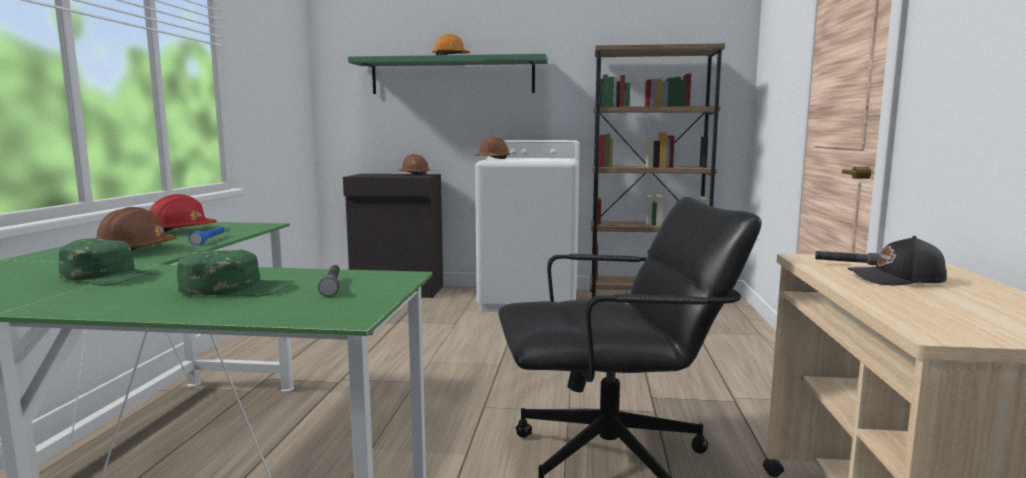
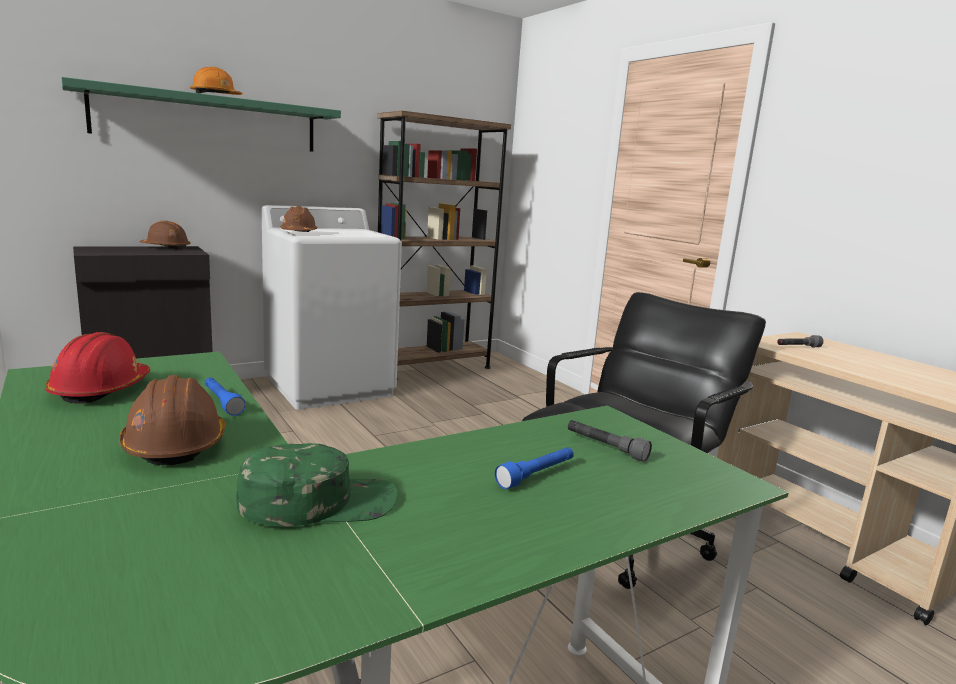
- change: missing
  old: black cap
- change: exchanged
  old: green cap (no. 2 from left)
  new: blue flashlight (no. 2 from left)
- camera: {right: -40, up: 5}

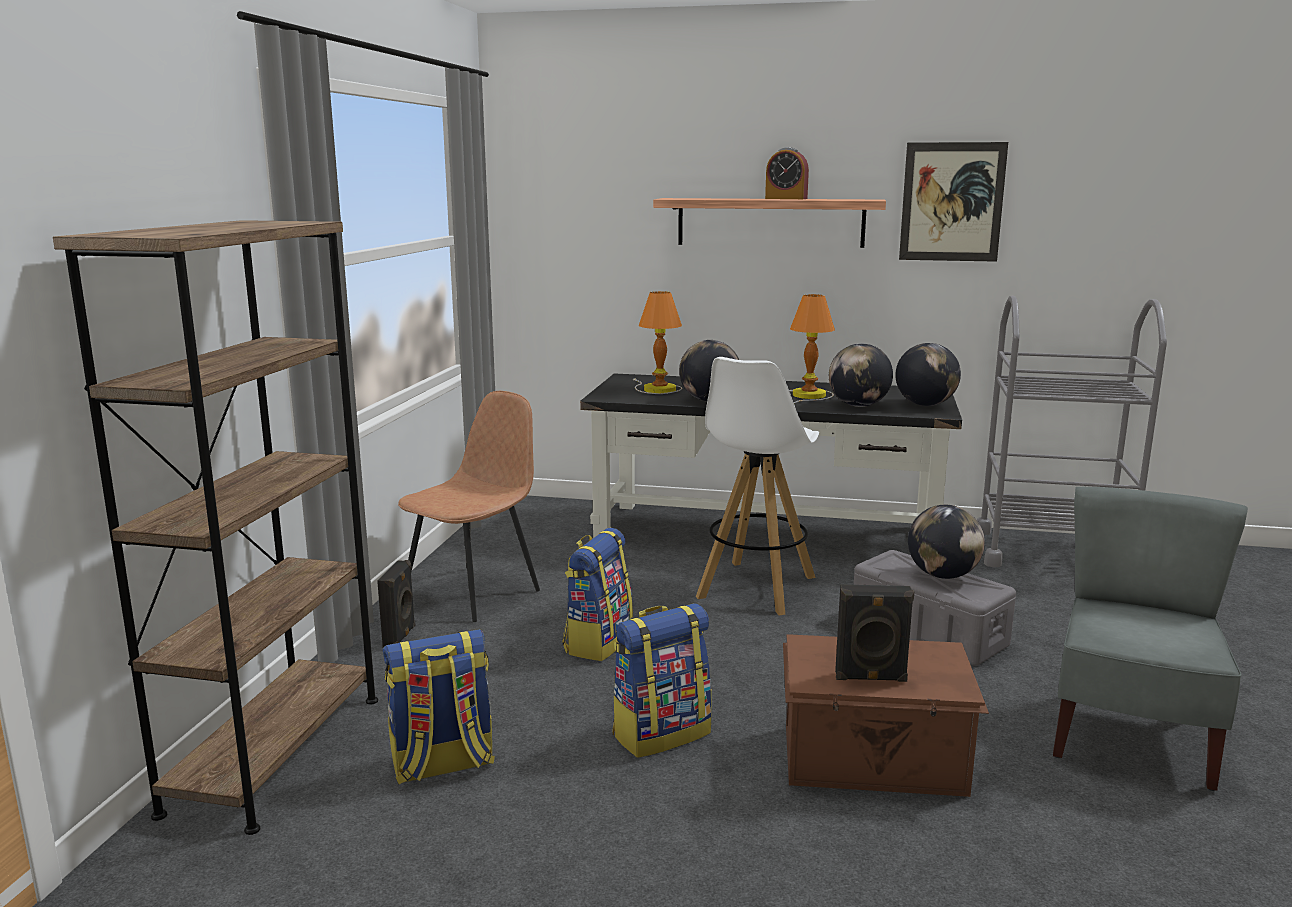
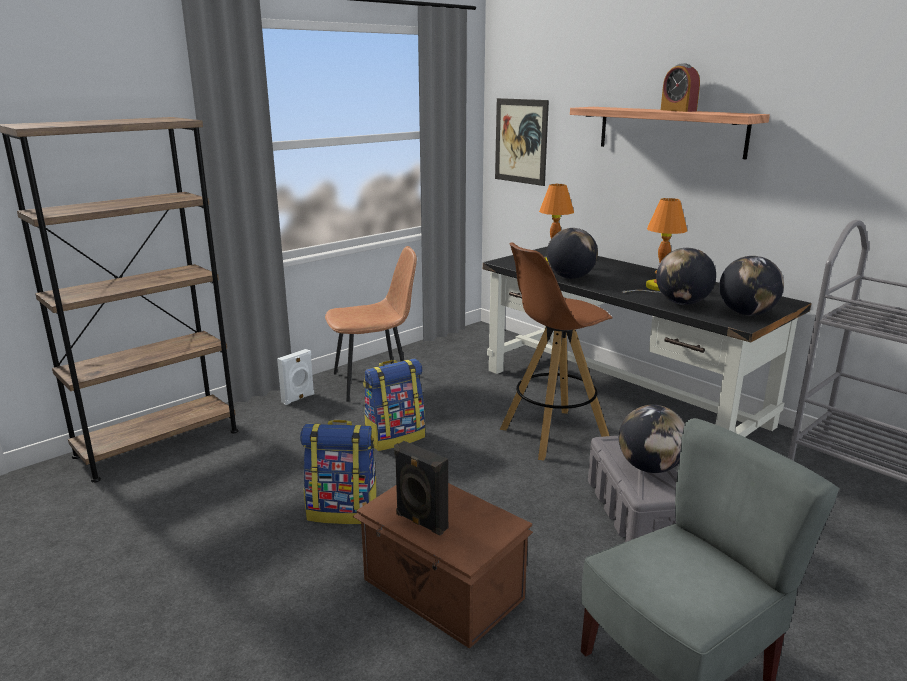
- change: relocated
  old: picture
- change: colour
  old: white stool
  new: brown stool
- change: colour
  old: black speaker (no. 1 from left)
  new: white speaker
- change: missing
  old: backpack (no. 1 from left)
- camera: {right: 35, up: 5}

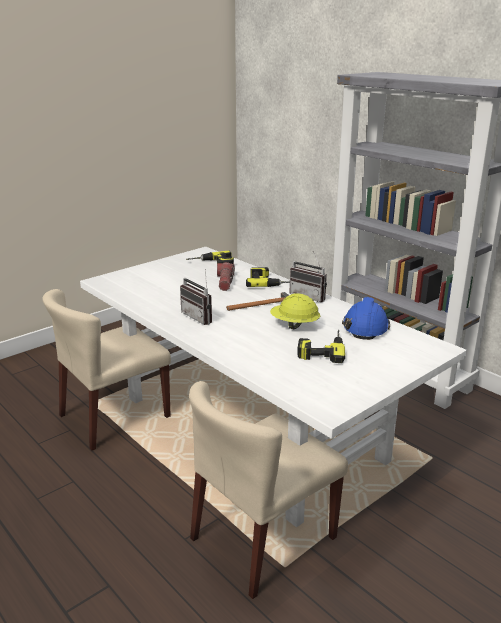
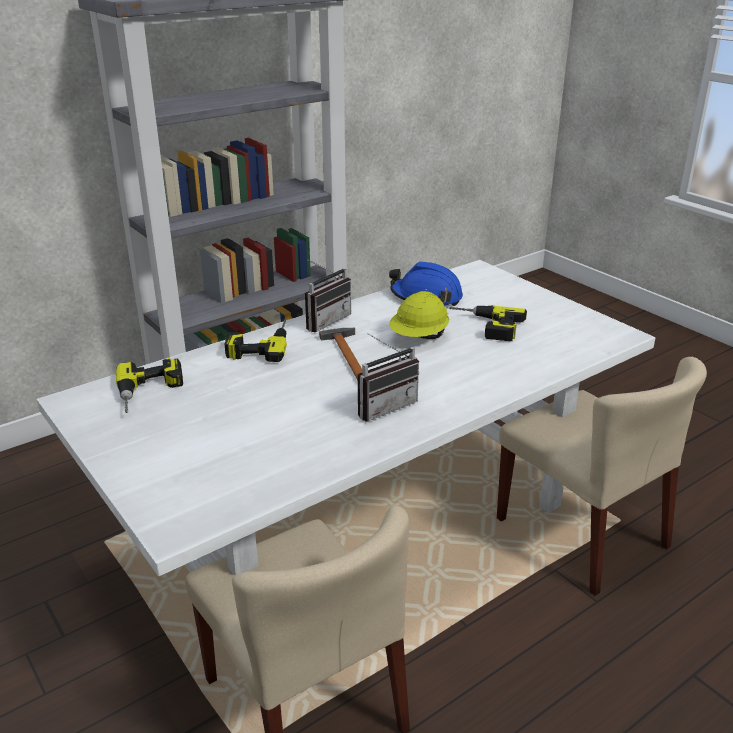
- change: missing
  old: flashlight
- camera: {right: -85, up: 5}

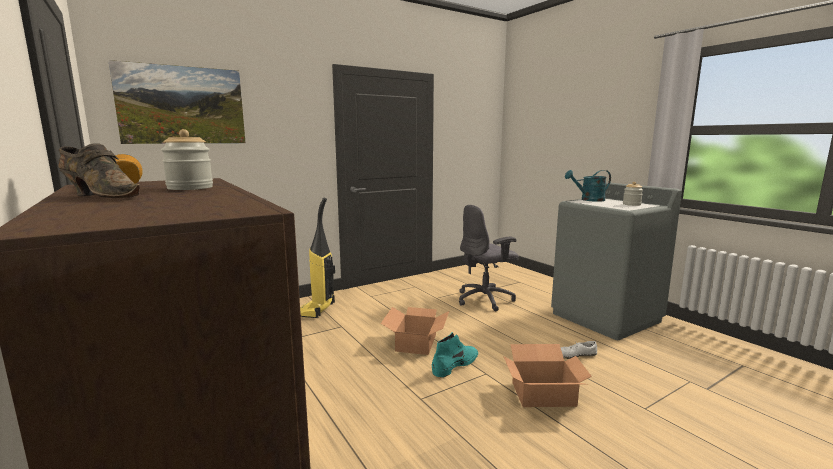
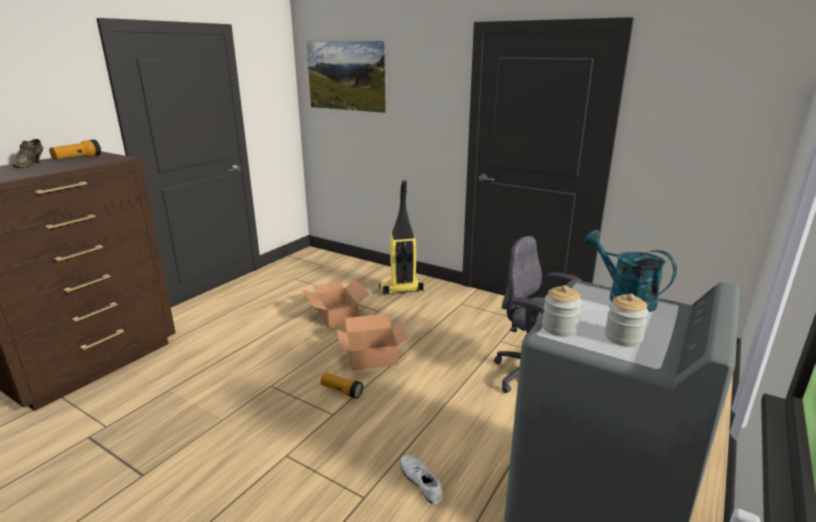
- change: relocated
  old: jar (no. 1 from left)
- change: exchanged
  old: turquoise boot
  new: flashlight (no. 2 from left)
- change: relocated
  old: cardboard box (no. 2 from left in the first image)
  new: cardboard box (no. 1 from left)
- camera: {right: 65, up: 10}

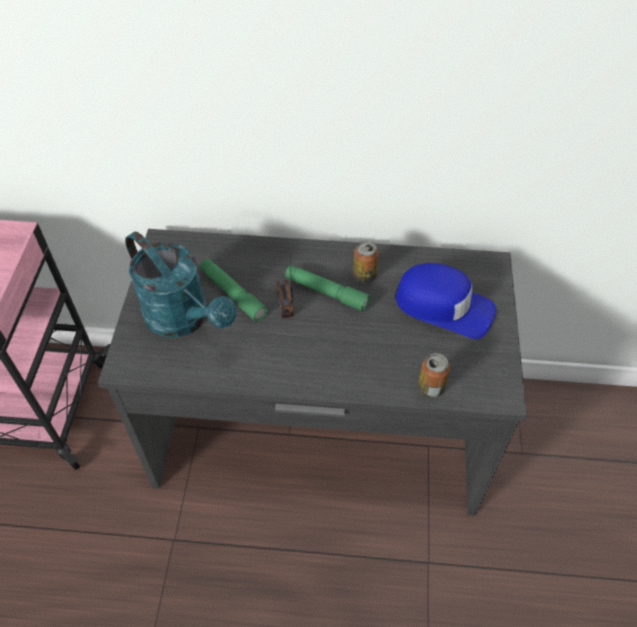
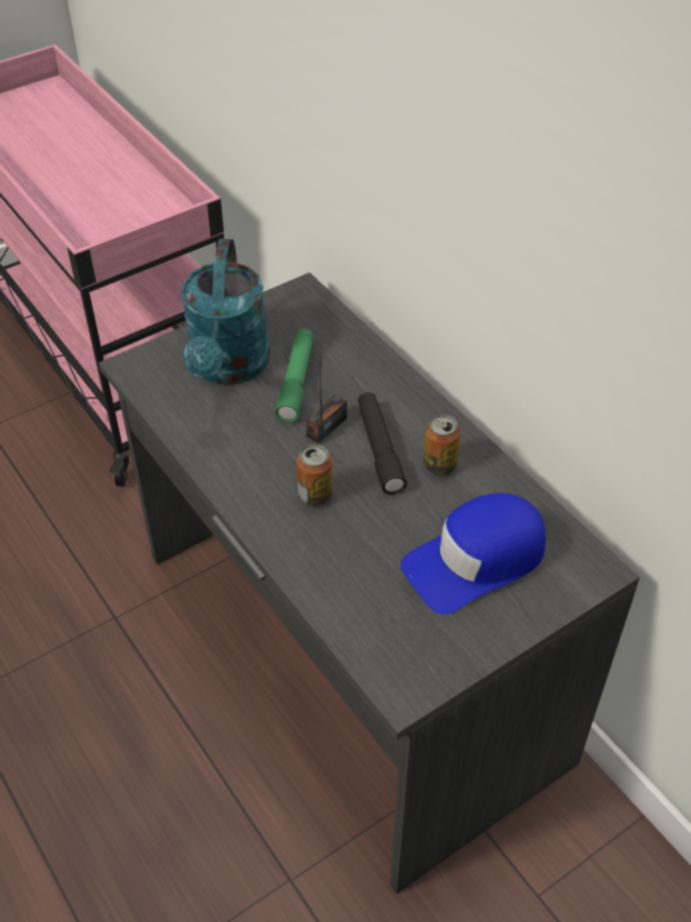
- change: spun
  old: blue cap
  degrees: 75
- change: colour
  old: green flashlight (no. 2 from left)
  new: black flashlight
- change: relocated
  old: can (no. 2 from left in the first image)
  new: can (no. 1 from left)
- camera: {right: 50, up: -5}

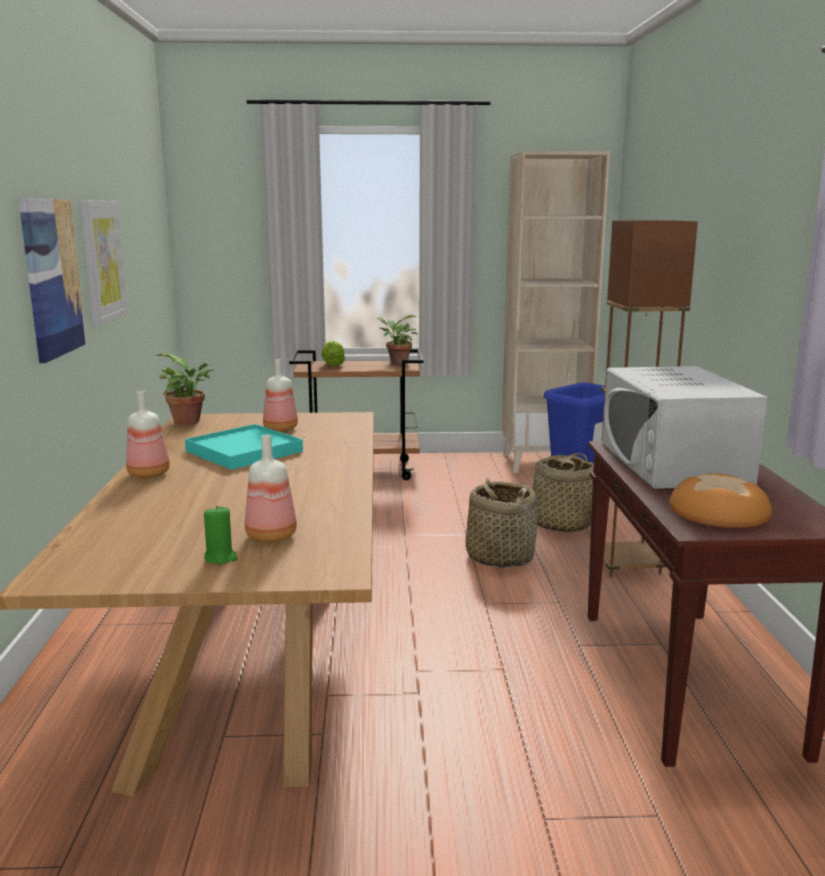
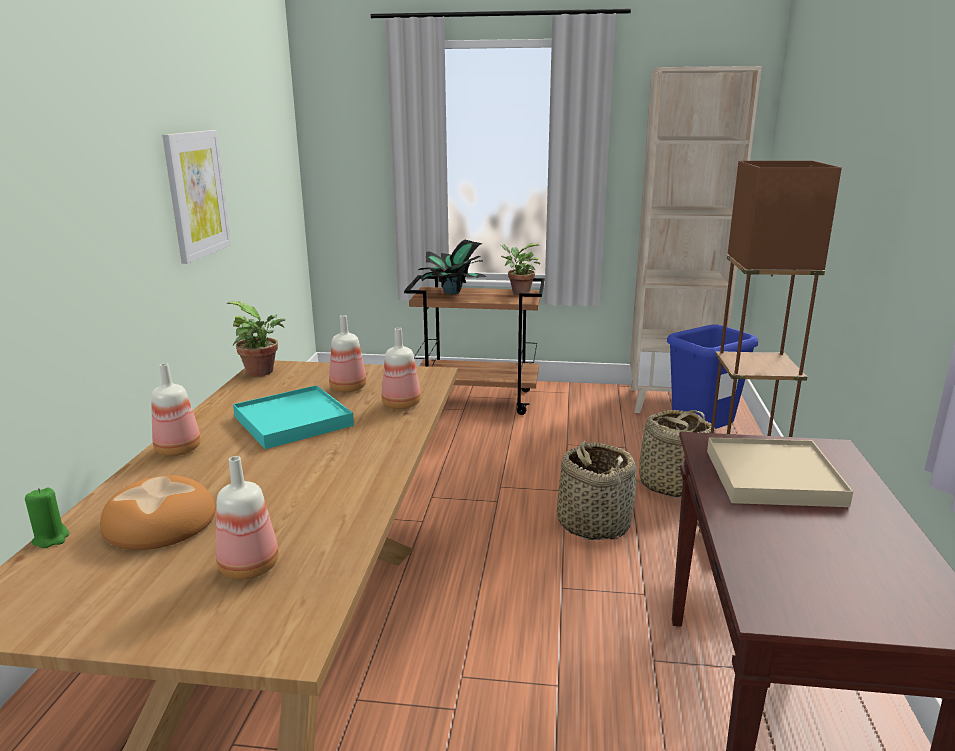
- change: missing
  old: picture (no. 1 from left)
- change: exchanged
  old: lettuce
  new: potted plant (no. 2 from left)
- change: exchanged
  old: white microwave
  new: beige tray
- change: relocated
  old: bread
- change: relocated
  old: green candle
- change: appeared
  new: bottle (no. 4 from left)
- camera: {right: 10, up: 5}

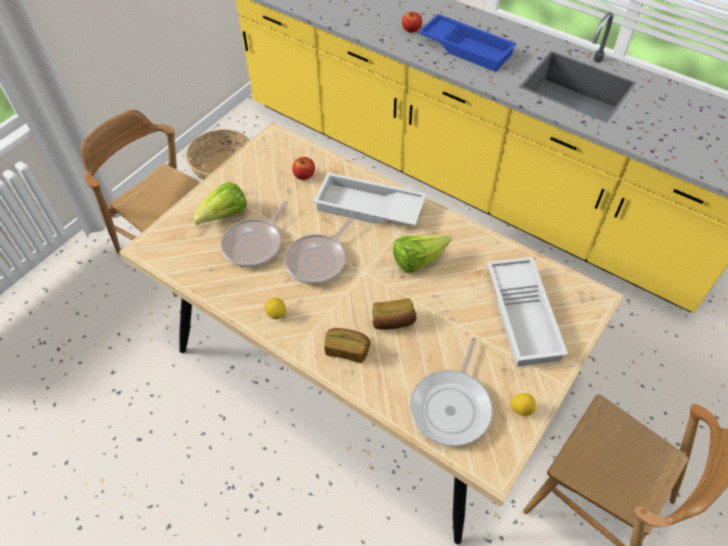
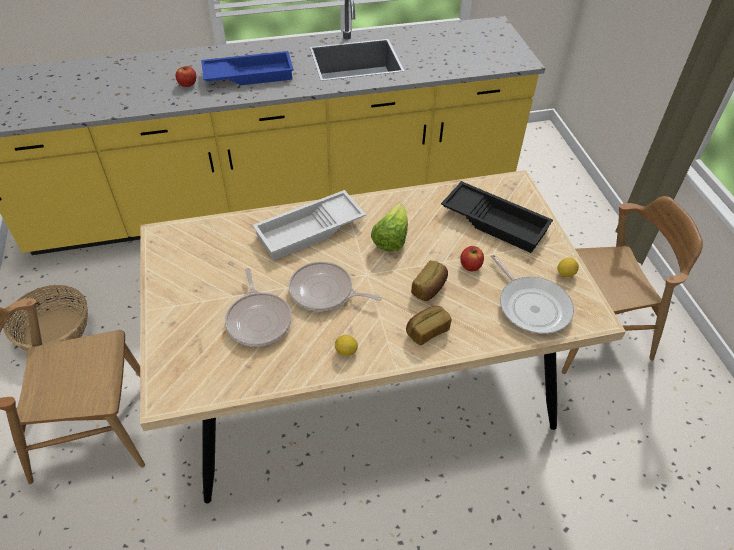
- change: relocated
  old: apple (no. 1 from left in the first image)
  new: apple (no. 2 from left)
- change: missing
  old: lettuce (no. 1 from left)
- change: spun
  old: frying pan (no. 2 from left)
  degrees: 120
- change: colour
  old: white tray (no. 2 from left)
  new: black tray
- camera: {right: -50, up: -5}

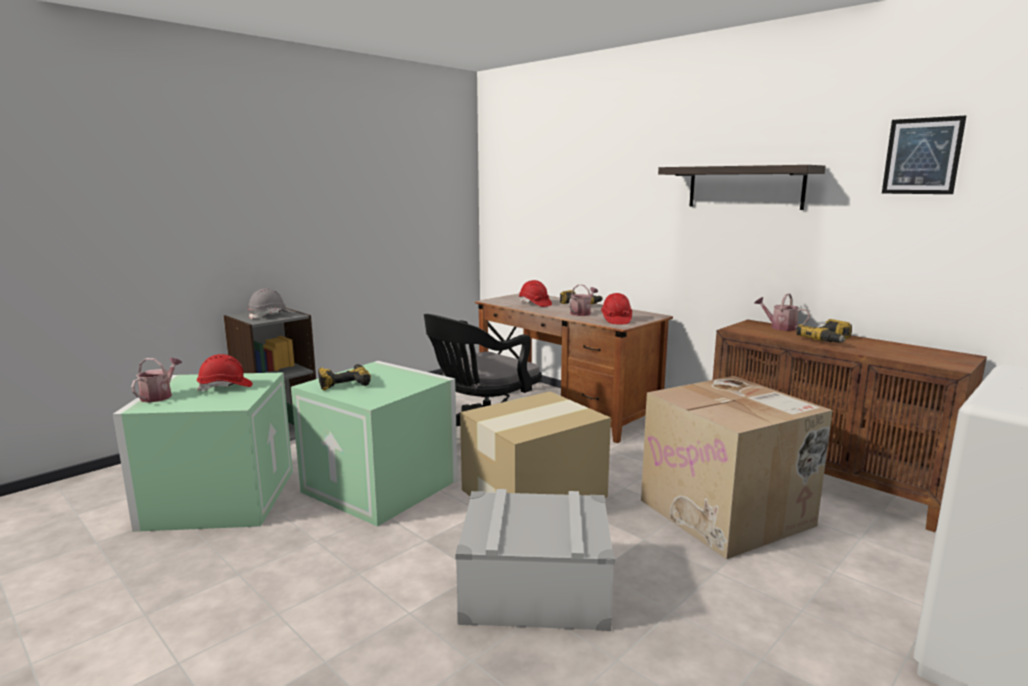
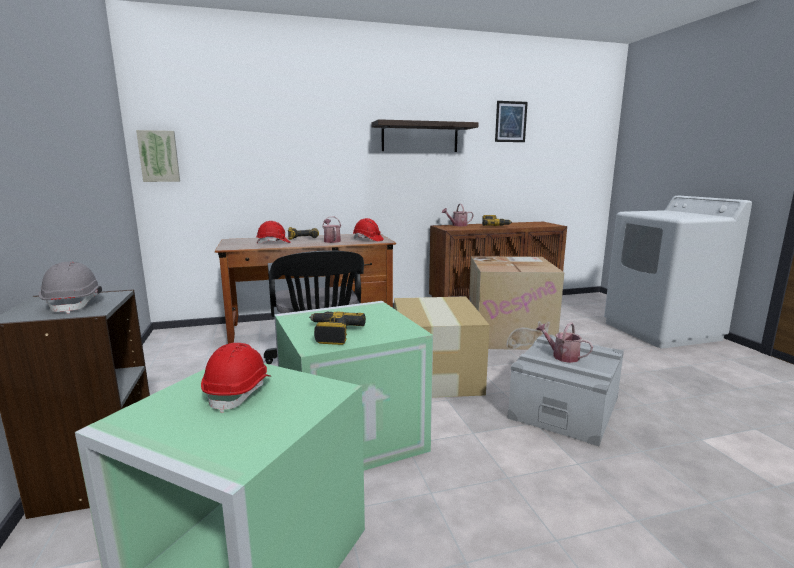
- change: relocated
  old: watering can (no. 1 from left in the first image)
  new: watering can (no. 3 from left)
- change: appeared
  new: picture (no. 1 from left)
- camera: {right: -60, up: 0}

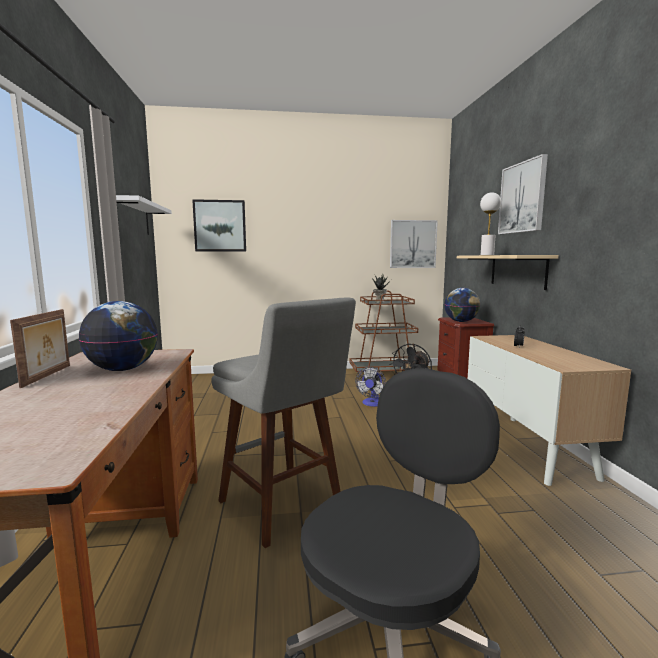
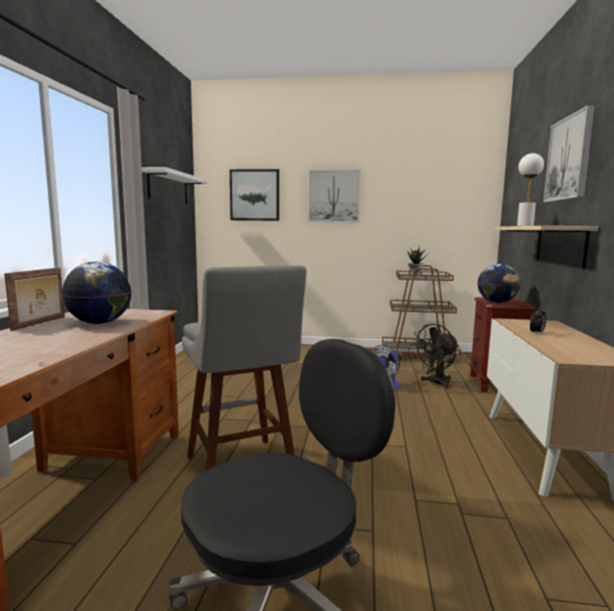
- change: relocated
  old: picture (no. 2 from left)
- camera: {right: 15, up: 0}

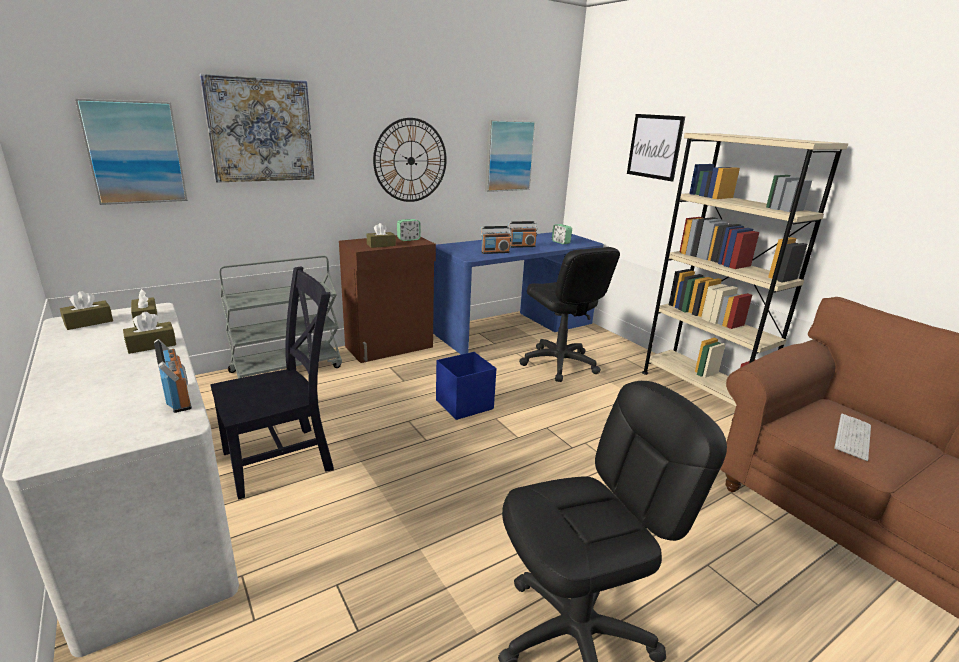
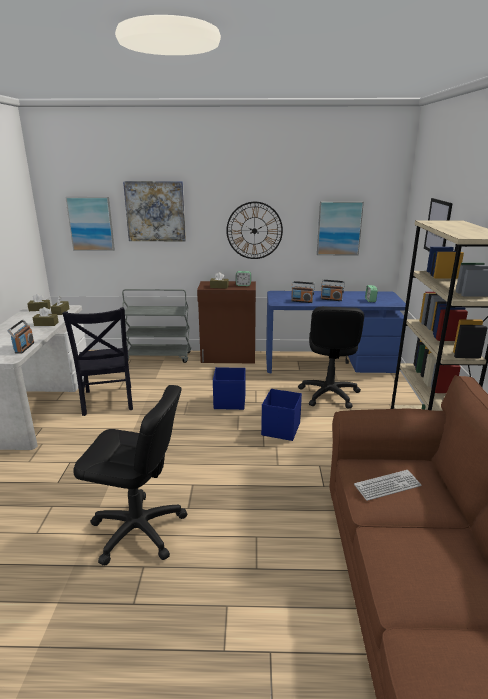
- change: spun
  old: black chair
  degrees: 75
- change: appeared
  new: blue storage box (no. 2 from left)
- camera: {right: 35, up: 0}

